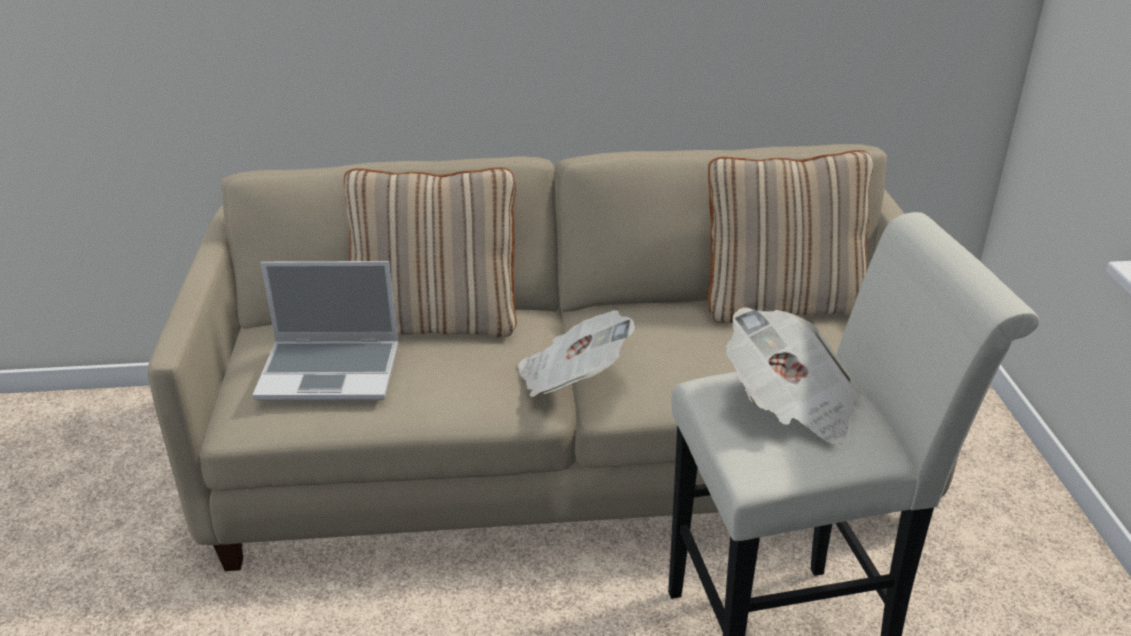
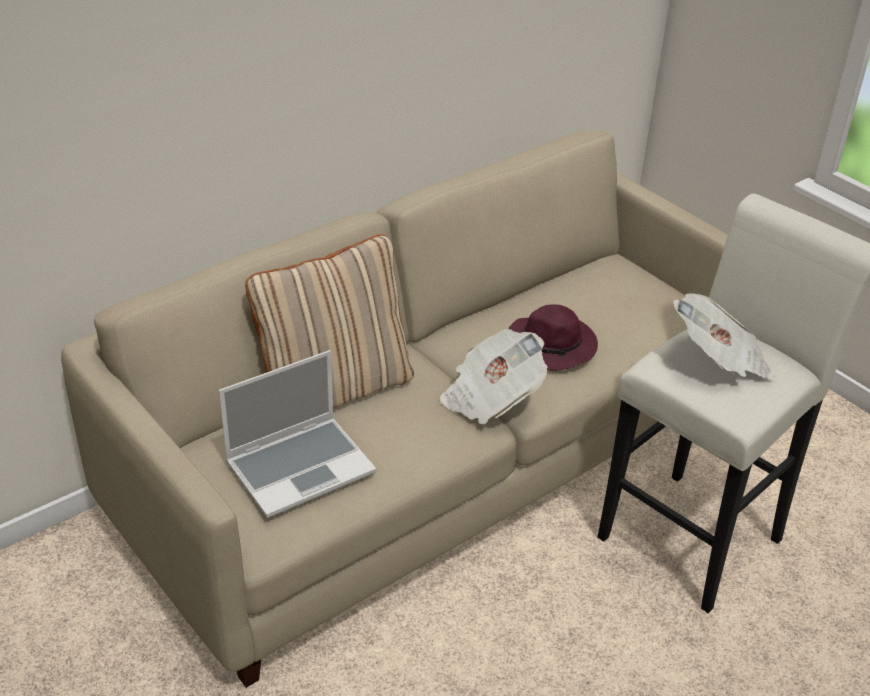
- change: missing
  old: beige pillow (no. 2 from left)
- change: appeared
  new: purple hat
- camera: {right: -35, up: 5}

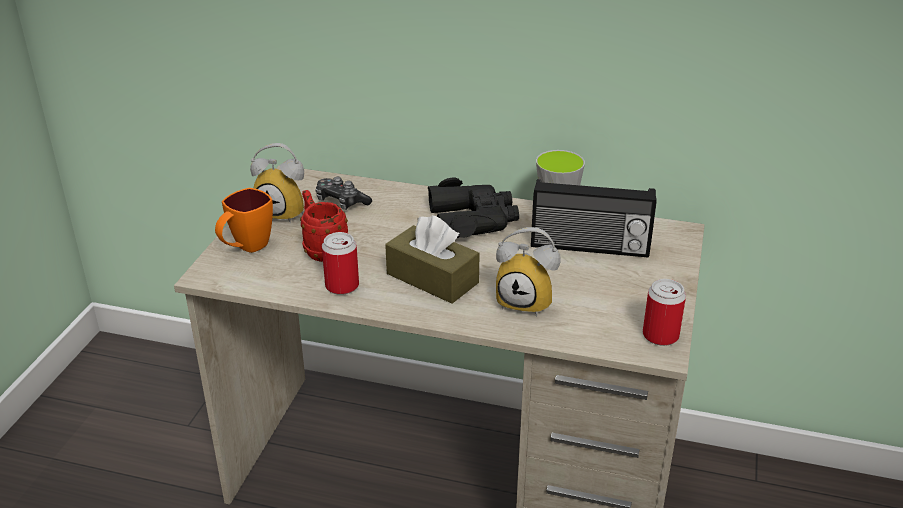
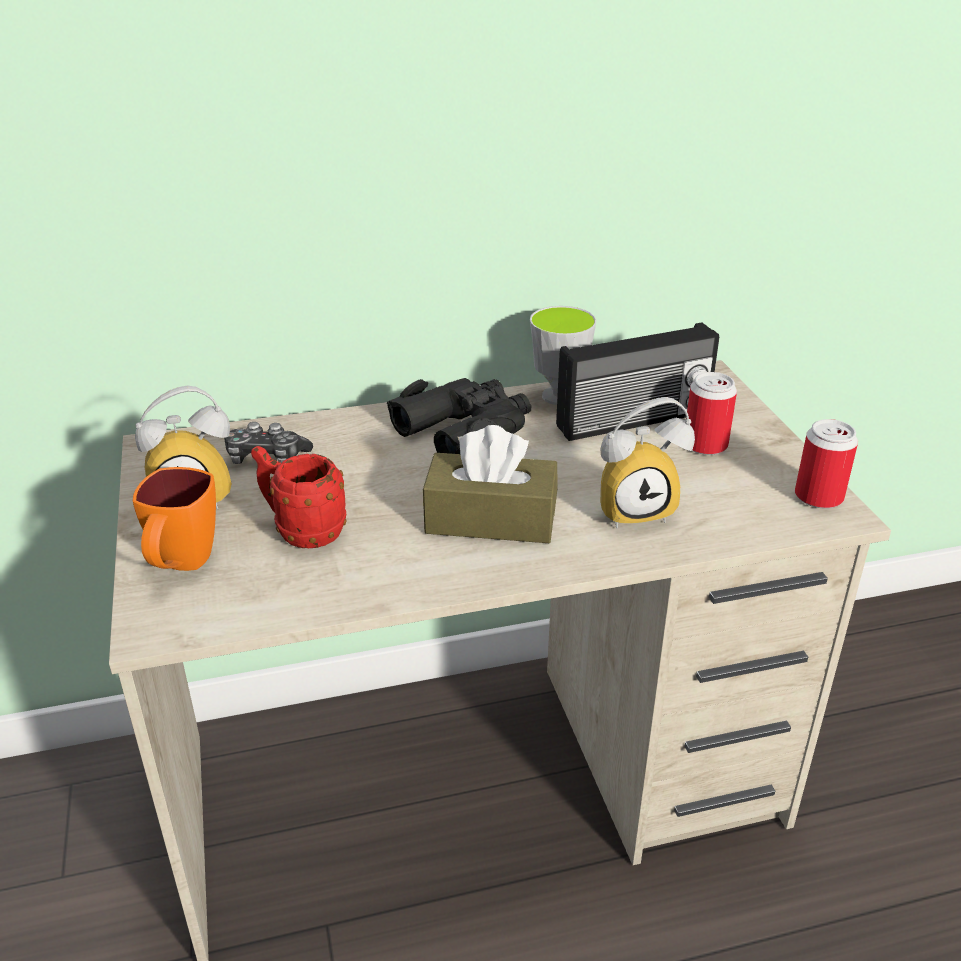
- change: relocated
  old: can (no. 1 from left)
- camera: {right: -30, up: 0}

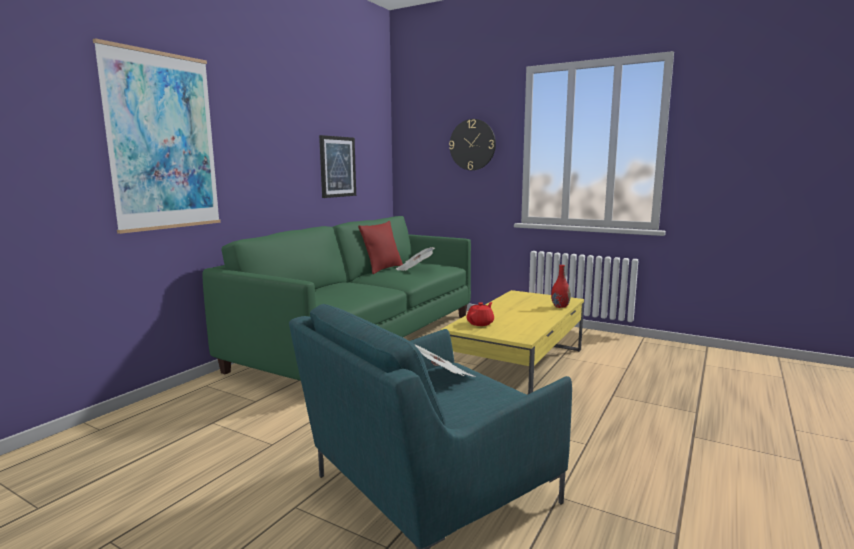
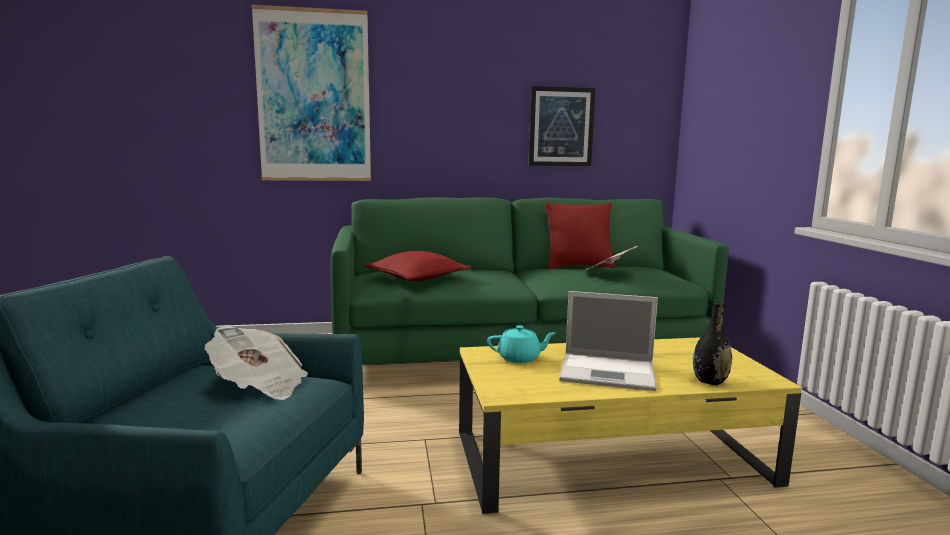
- change: missing
  old: wall clock
- change: colour
  old: red vase
  new: black vase
- change: colour
  old: red teapot
  new: turquoise teapot
- change: appeared
  new: red pillow (no. 1 from left)
- change: appeared
  new: laptop
- camera: {right: 50, up: 0}

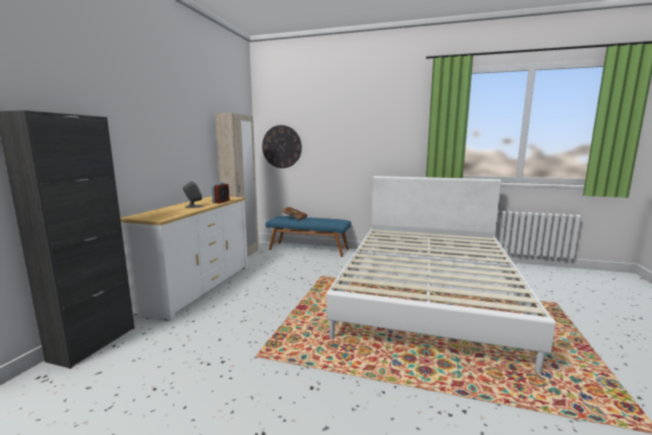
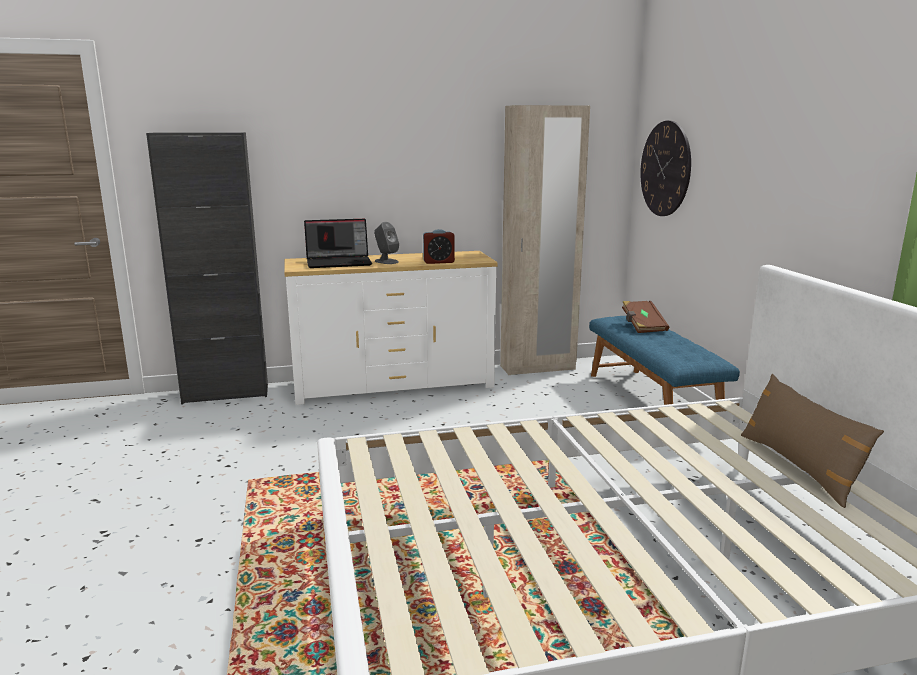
- change: appeared
  new: laptop
- change: appeared
  new: brown pillow
- camera: {right: 60, up: 5}

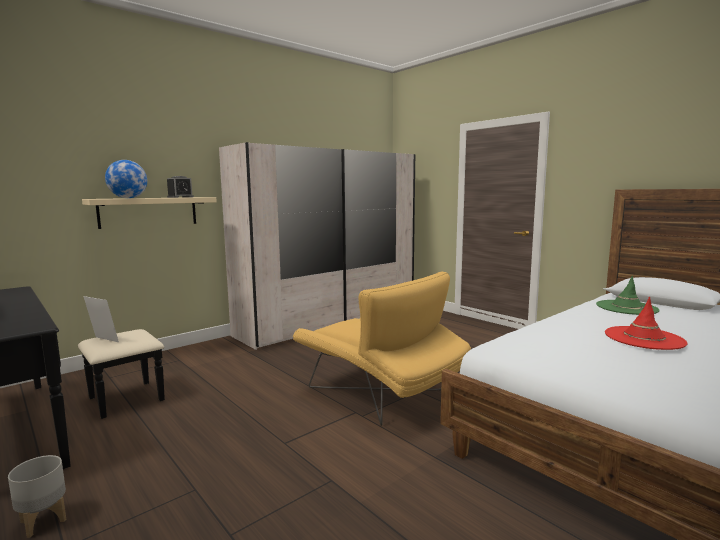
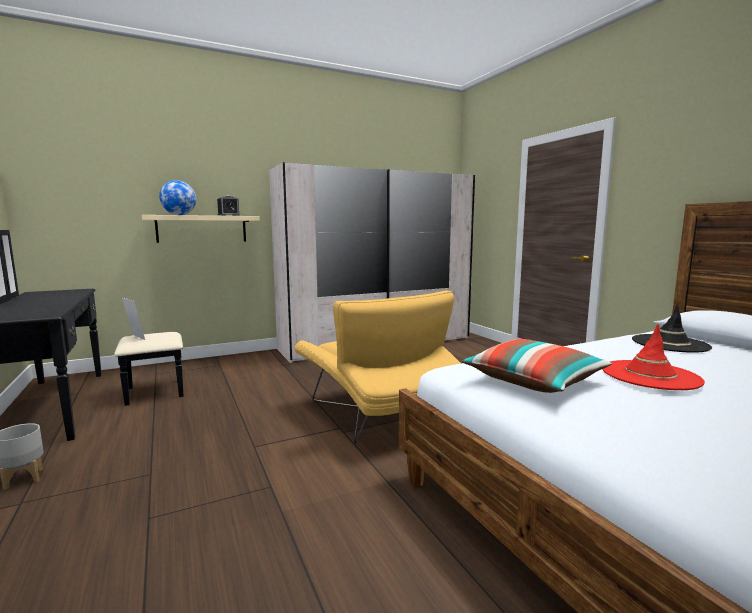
- change: colour
  old: green hat
  new: black hat
- change: appeared
  new: pillow
- camera: {right: 15, up: 0}

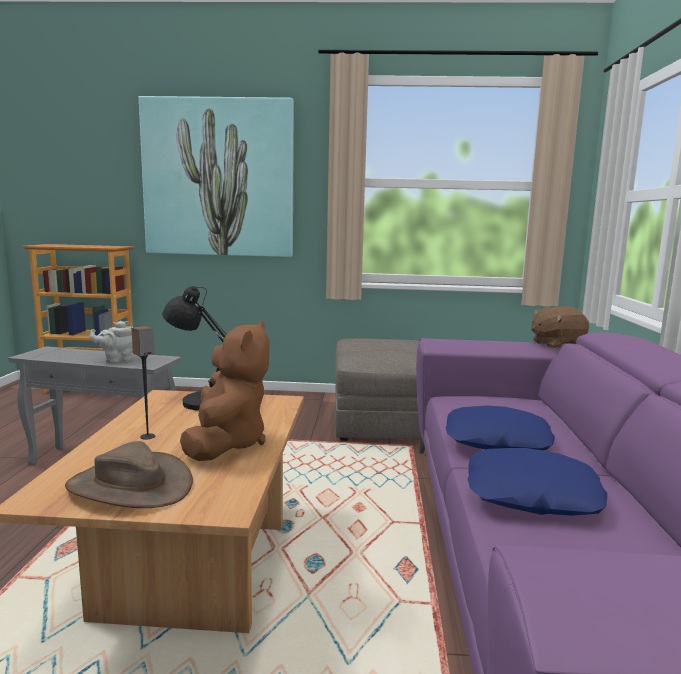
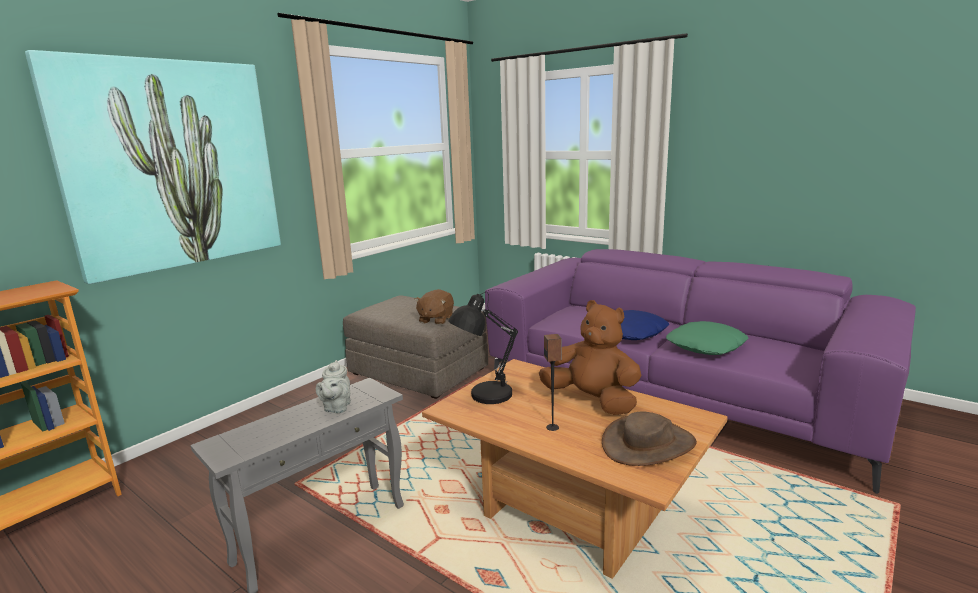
- change: relocated
  old: brown plush toy (no. 2 from left in the first image)
  new: brown plush toy (no. 1 from left)
- change: colour
  old: blue pillow (no. 2 from left)
  new: green pillow
- camera: {right: -55, up: 5}

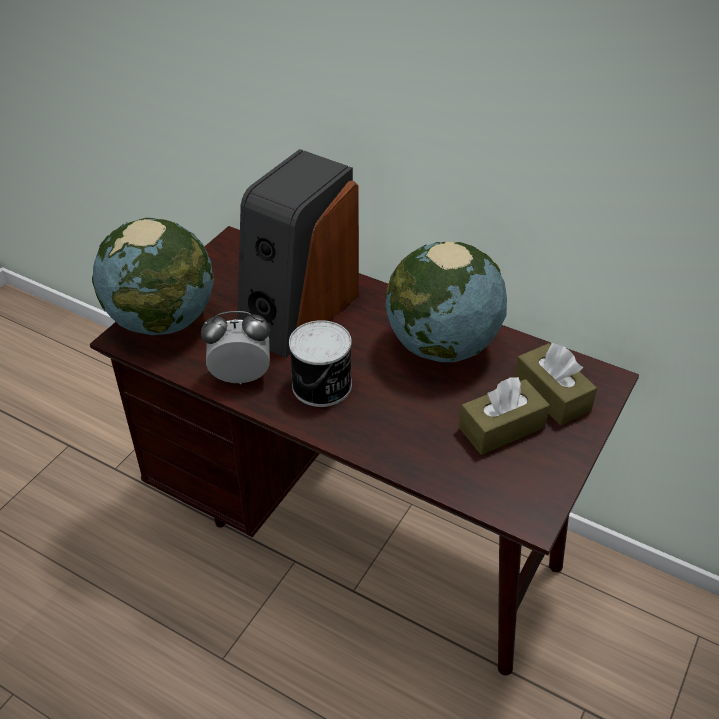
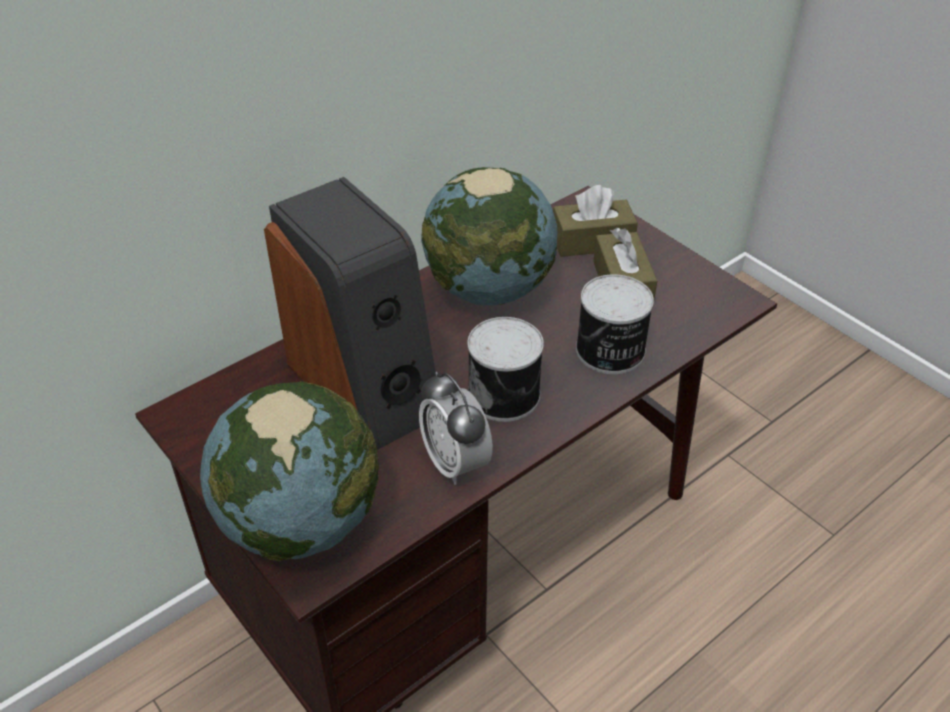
- change: spun
  old: alarm clock
  degrees: -45
- change: appeared
  new: can (no. 2 from left)
- camera: {right: -70, up: 0}

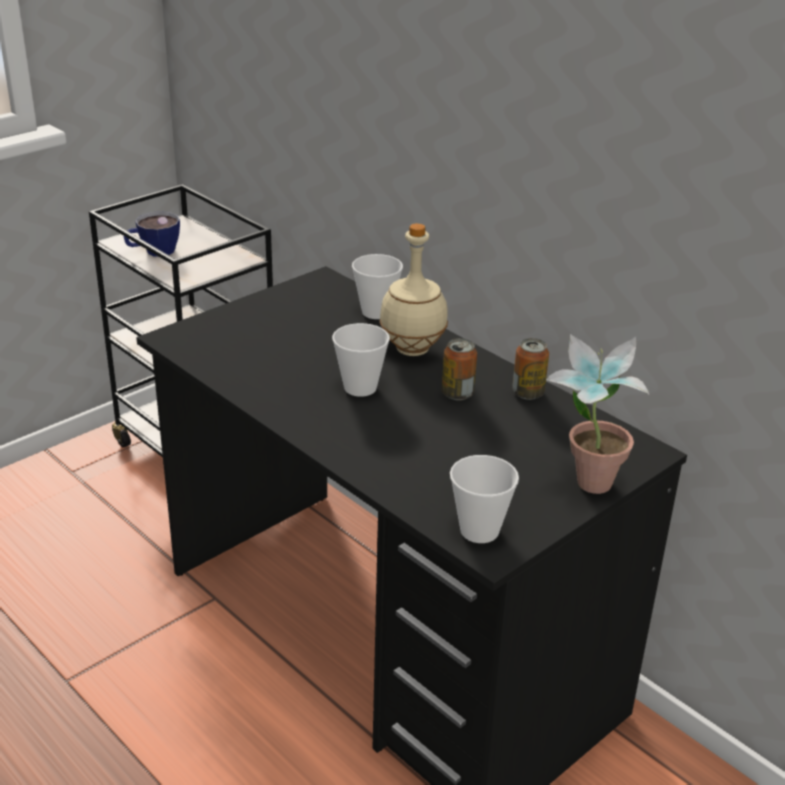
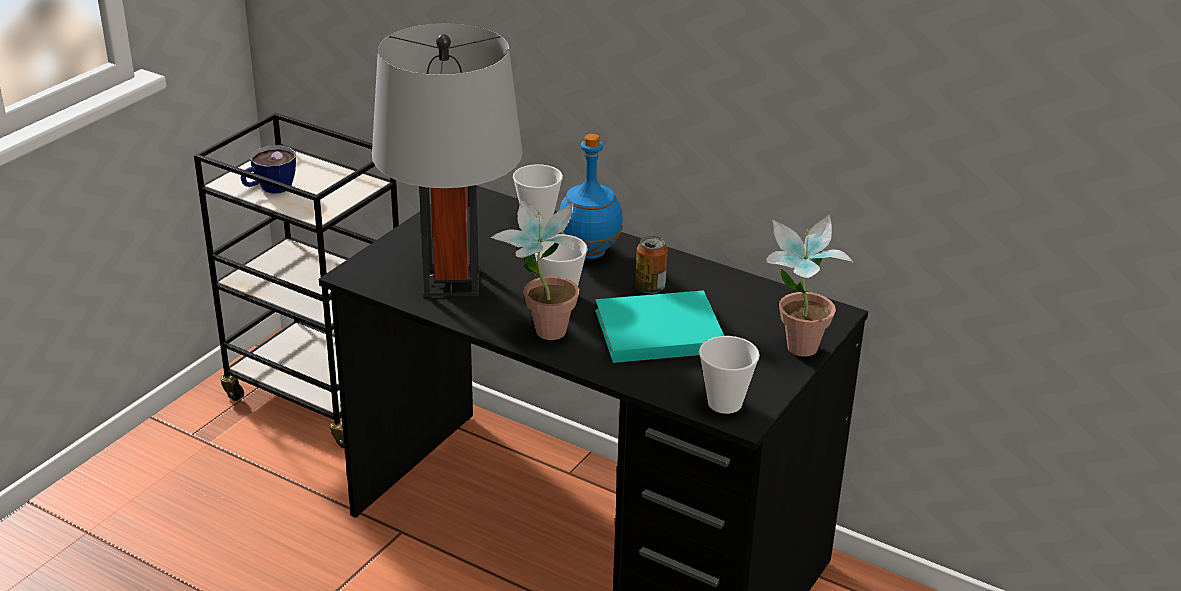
- change: colour
  old: beige bottle
  new: blue bottle
- change: missing
  old: can (no. 2 from left)
- change: appeared
  new: grey table lamp
- change: appeared
  new: potted plant (no. 1 from left)
- change: appeared
  new: turquoise book
- camera: {right: -15, up: 0}

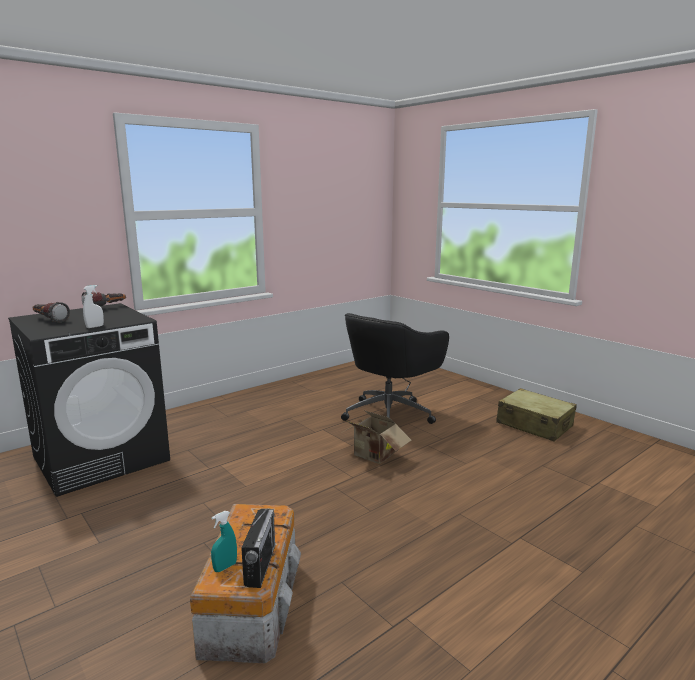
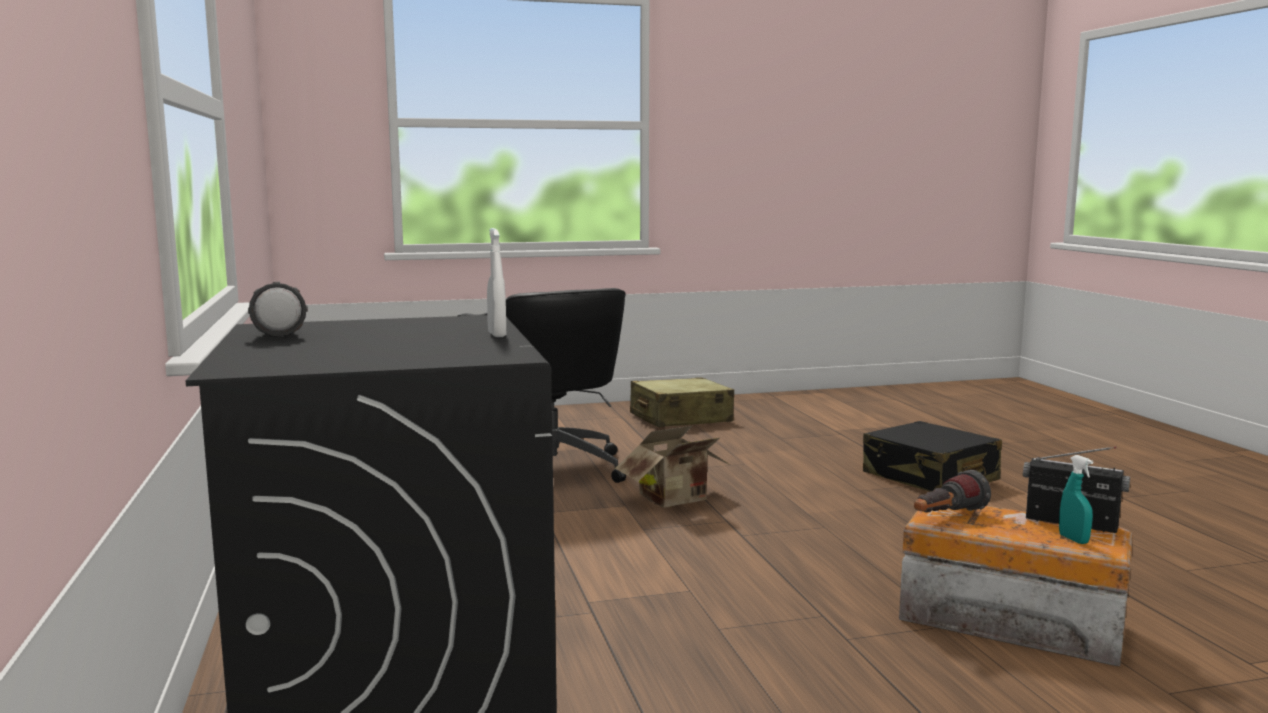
- change: relocated
  old: flashlight (no. 1 from left in the first image)
  new: flashlight (no. 2 from left)
- change: appeared
  new: black suitcase
- camera: {right: -65, up: -5}

